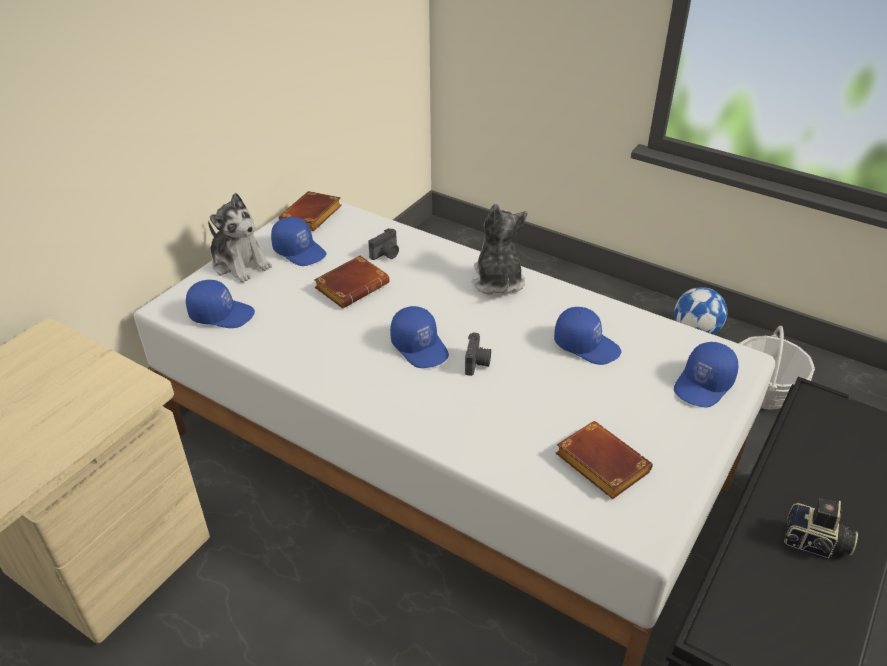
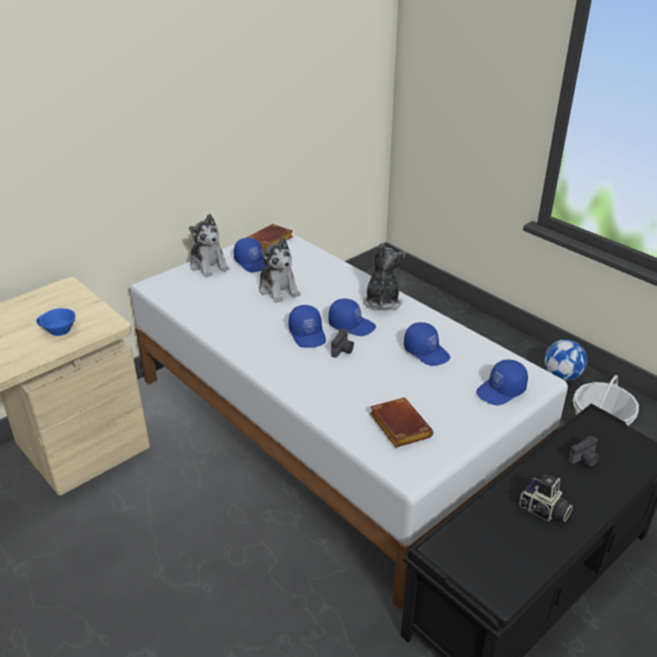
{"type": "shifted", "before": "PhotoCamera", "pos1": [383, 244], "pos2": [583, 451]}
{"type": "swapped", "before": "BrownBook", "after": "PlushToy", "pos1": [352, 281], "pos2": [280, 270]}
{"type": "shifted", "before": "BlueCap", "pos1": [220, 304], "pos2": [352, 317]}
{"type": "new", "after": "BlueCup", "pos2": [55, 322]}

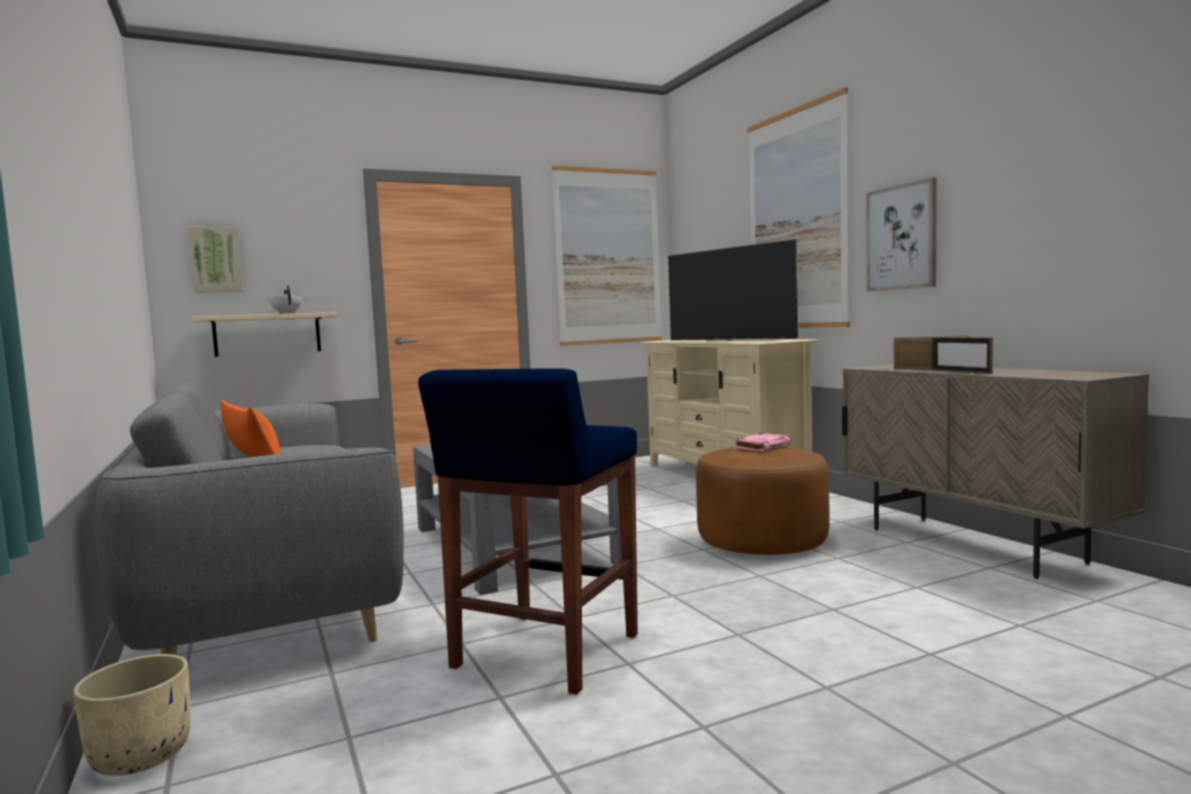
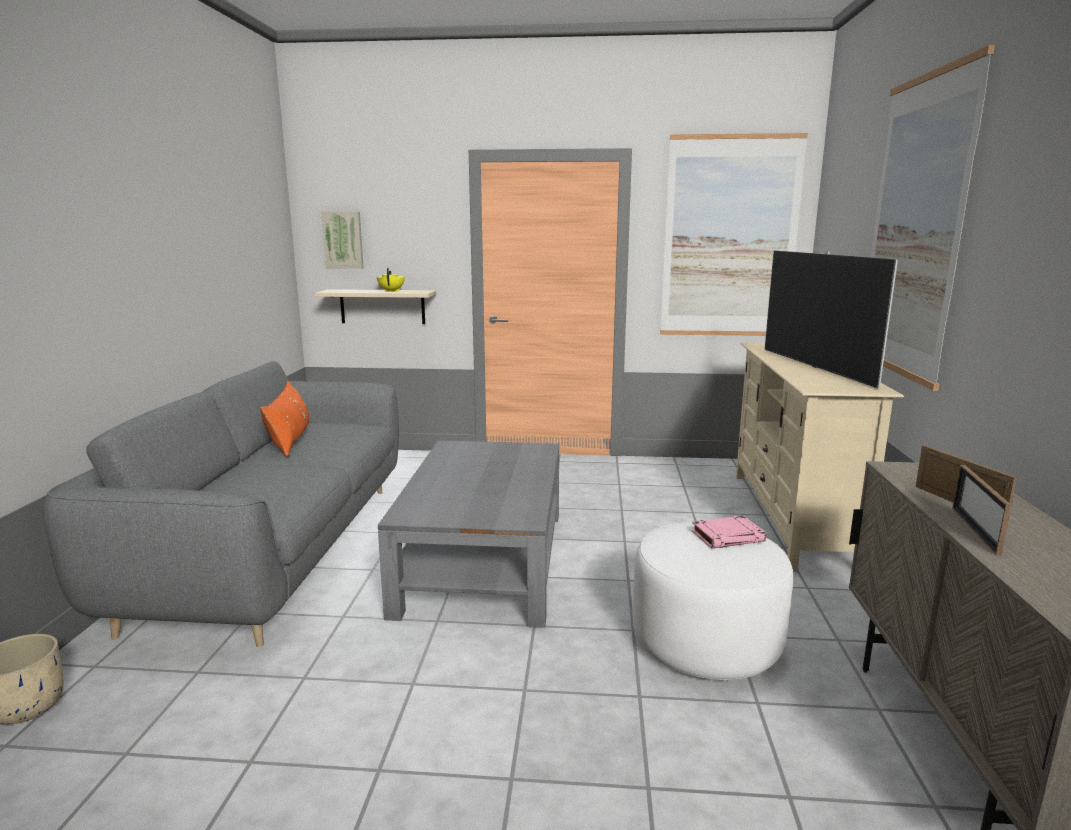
{"type": "gone", "before": "Picture", "pos1": [901, 234]}
{"type": "repainted", "before": "WhiteTeapot", "after": "YellowTeapot", "pos1": [285, 299], "pos2": [391, 280]}
{"type": "gone", "before": "BlueStool", "pos1": [528, 531]}
{"type": "repainted", "before": "BrownOttoman", "after": "WhiteOttoman", "pos1": [763, 500], "pos2": [713, 601]}

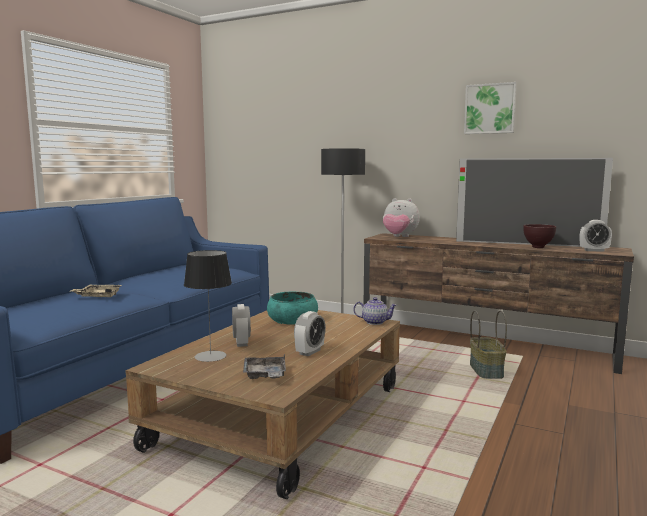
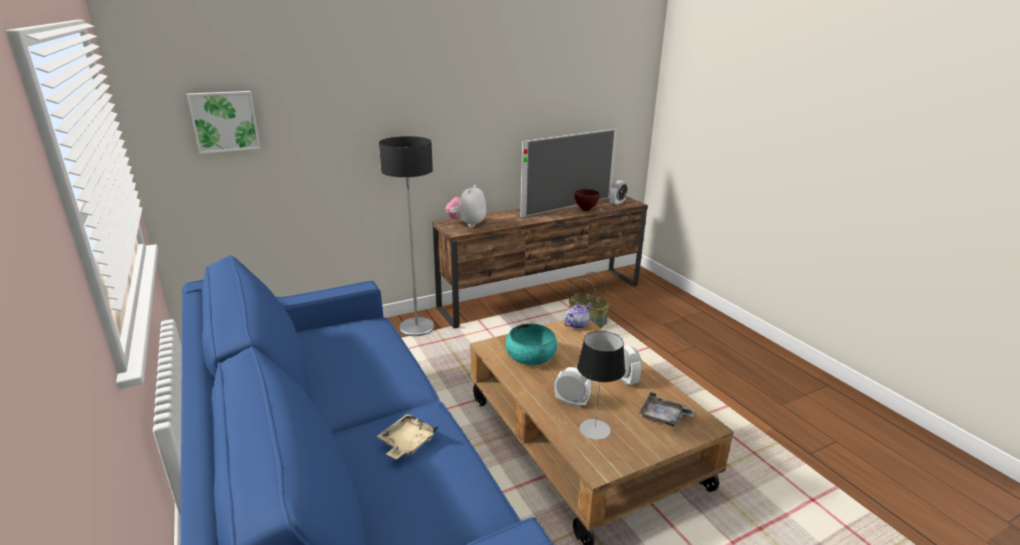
{"type": "shifted", "before": "Picture", "pos1": [490, 108], "pos2": [224, 122]}
{"type": "rotated", "before": "PlushToy", "pos1": [401, 217], "pos2": [466, 206], "turn": 135}

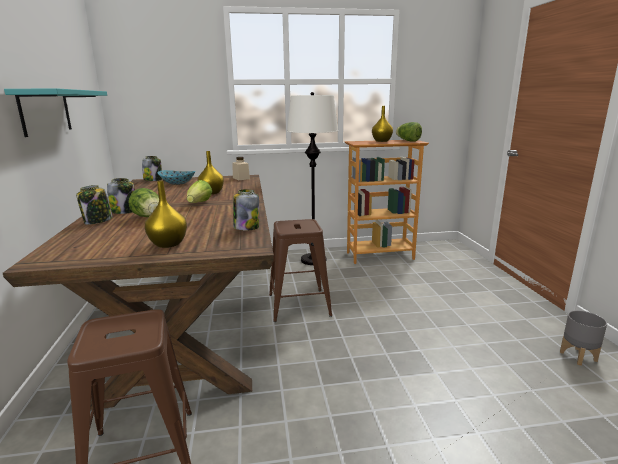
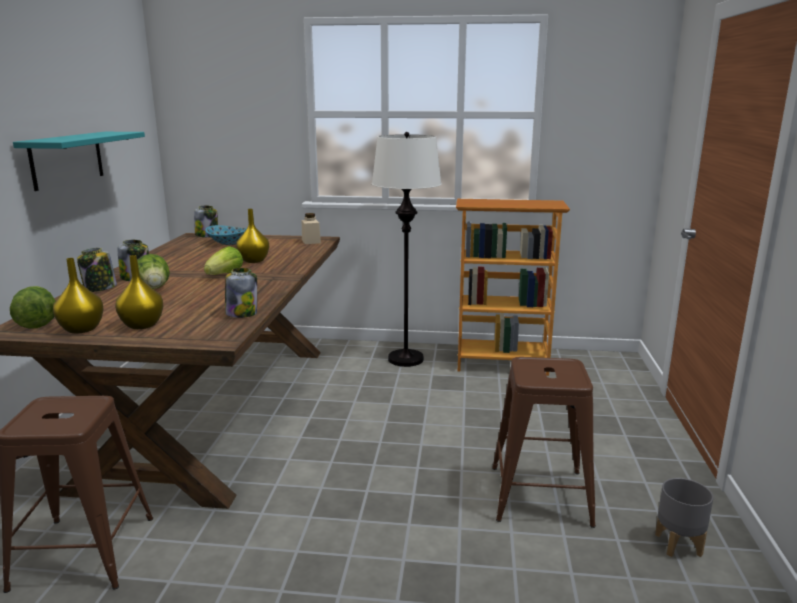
{"type": "shifted", "before": "YellowVase", "pos1": [382, 124], "pos2": [78, 295]}
{"type": "shifted", "before": "Lettuce", "pos1": [409, 131], "pos2": [32, 307]}
{"type": "shifted", "before": "BrownStool", "pos1": [300, 270], "pos2": [544, 442]}

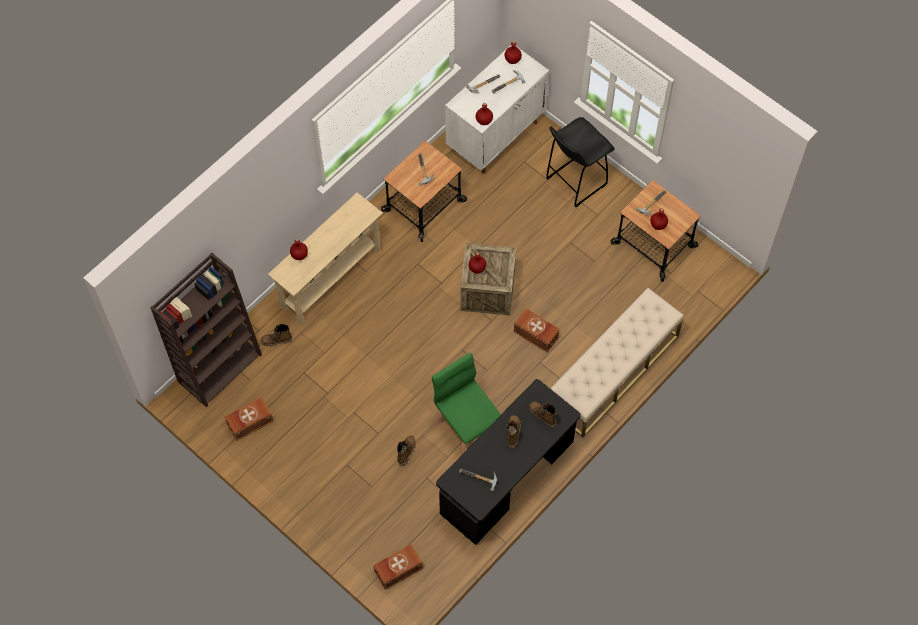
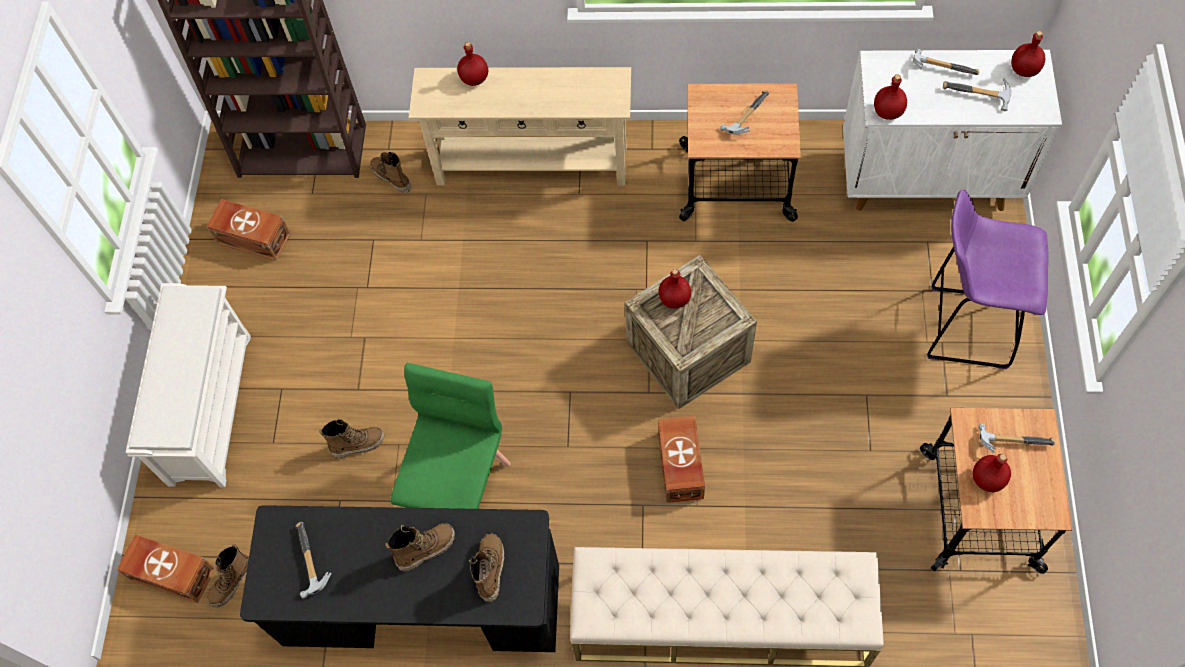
{"type": "repainted", "before": "BlackStool", "after": "PurpleStool", "pos1": [580, 162], "pos2": [988, 279]}
{"type": "new", "after": "WhiteShoeRack", "pos2": [188, 385]}
{"type": "new", "after": "Boot", "pos2": [228, 576]}

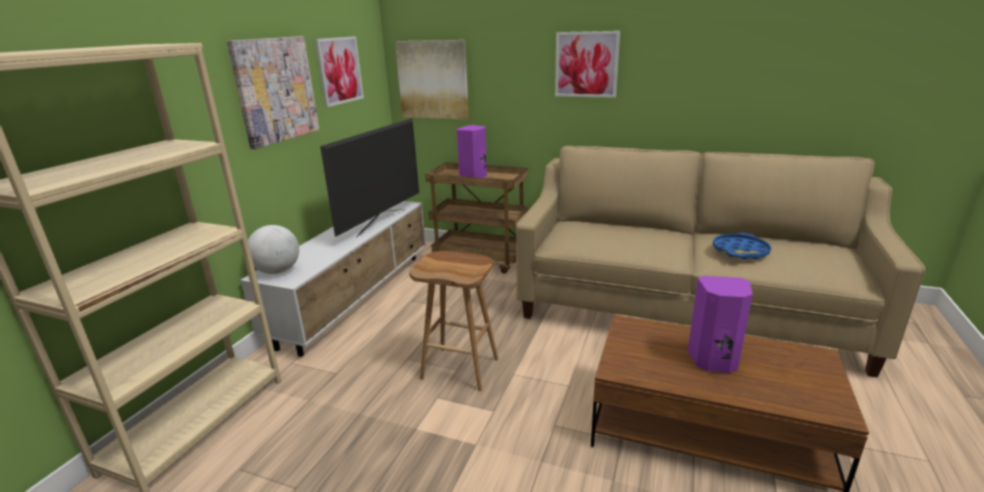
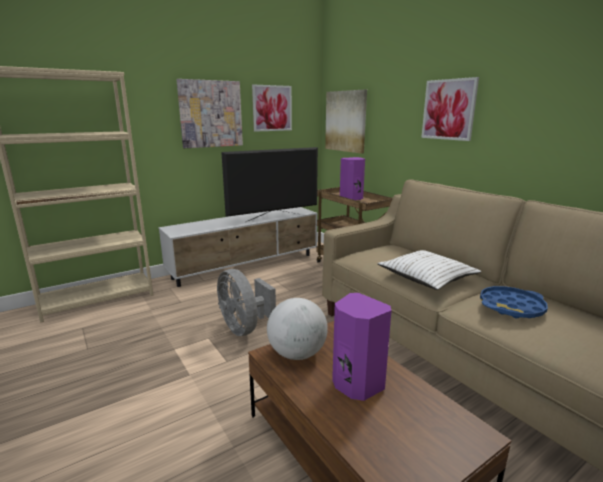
{"type": "shifted", "before": "Globe", "pos1": [273, 249], "pos2": [297, 329]}
{"type": "swapped", "before": "BrownStool", "after": "GreyFan", "pos1": [453, 321], "pos2": [246, 302]}
{"type": "new", "after": "WhitePillow", "pos2": [429, 270]}

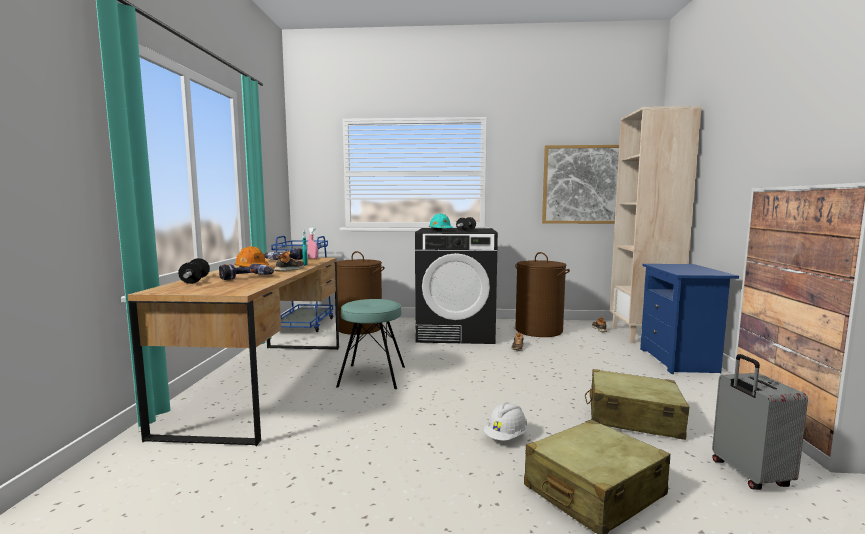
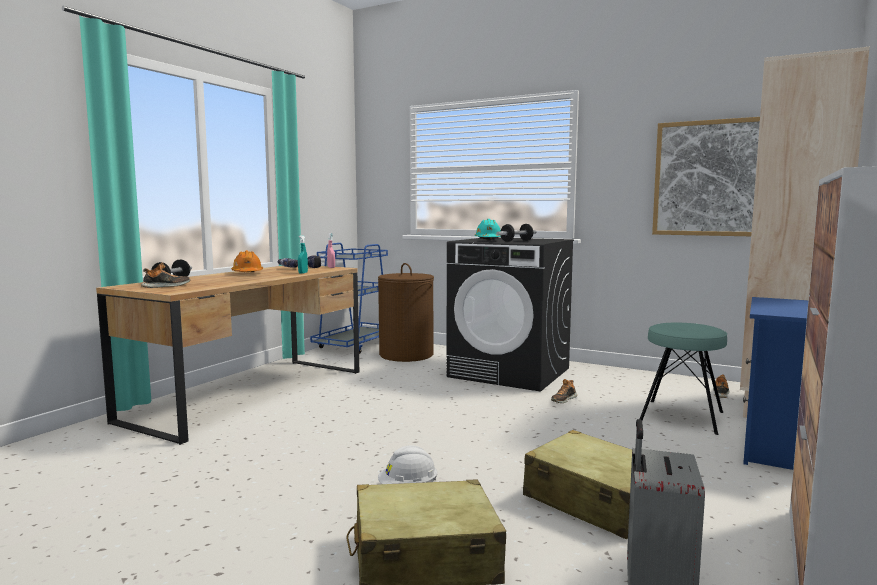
{"type": "shifted", "before": "Shoe", "pos1": [289, 260], "pos2": [165, 275]}
{"type": "gone", "before": "BrownLaundryBasket", "pos1": [542, 294]}
{"type": "gone", "before": "PowerDrill", "pos1": [246, 272]}
{"type": "shifted", "before": "TurquoiseStool", "pos1": [370, 344], "pos2": [683, 379]}

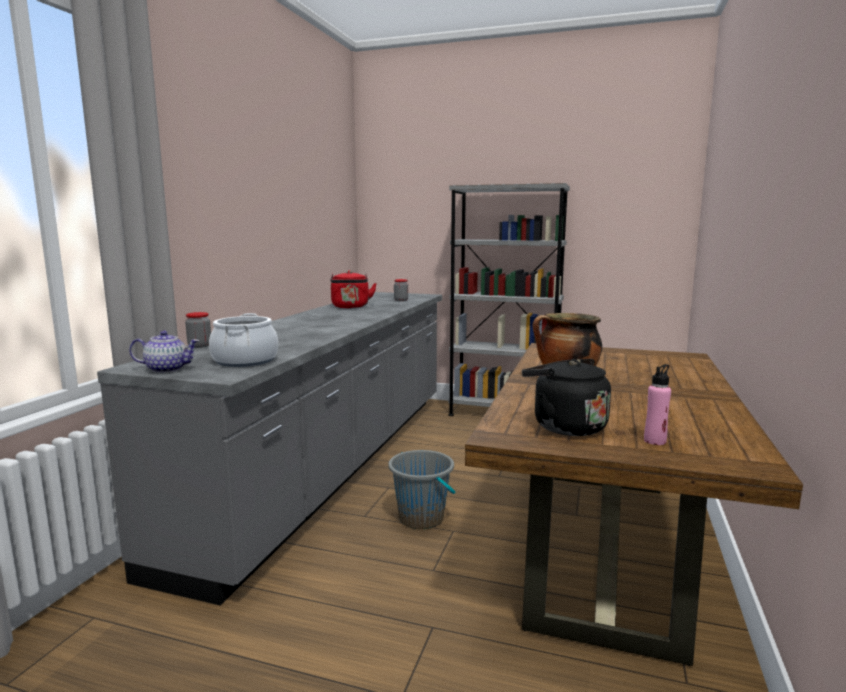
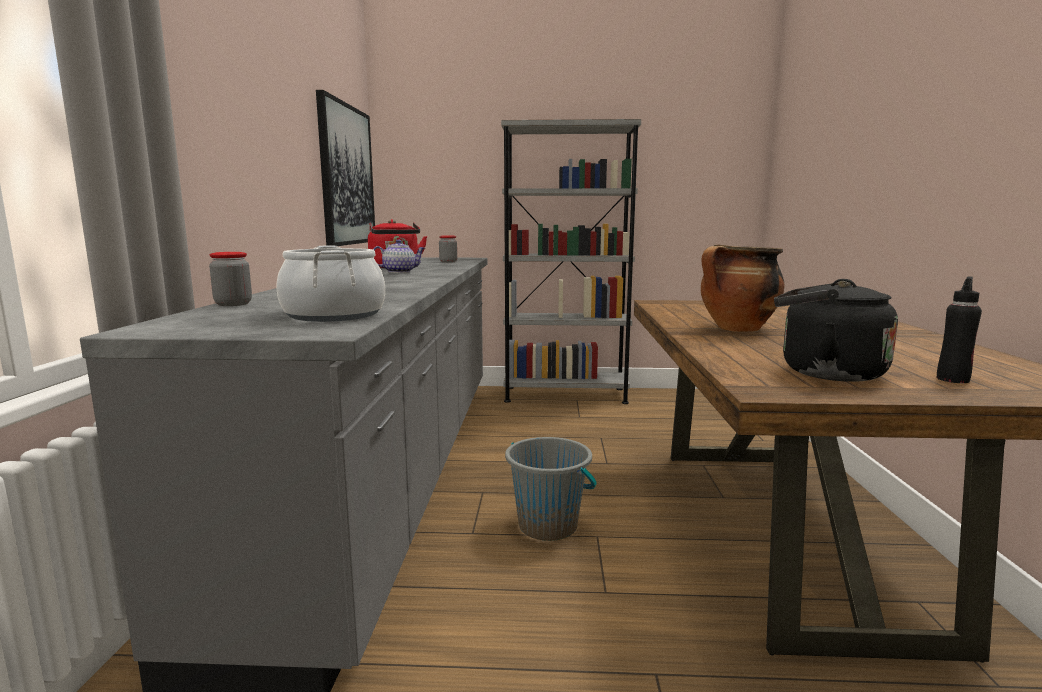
{"type": "shifted", "before": "Teapot", "pos1": [164, 352], "pos2": [399, 256]}
{"type": "repainted", "before": "PinkBottle", "after": "BlackBottle", "pos1": [657, 404], "pos2": [959, 329]}
{"type": "new", "after": "Picture", "pos2": [345, 168]}

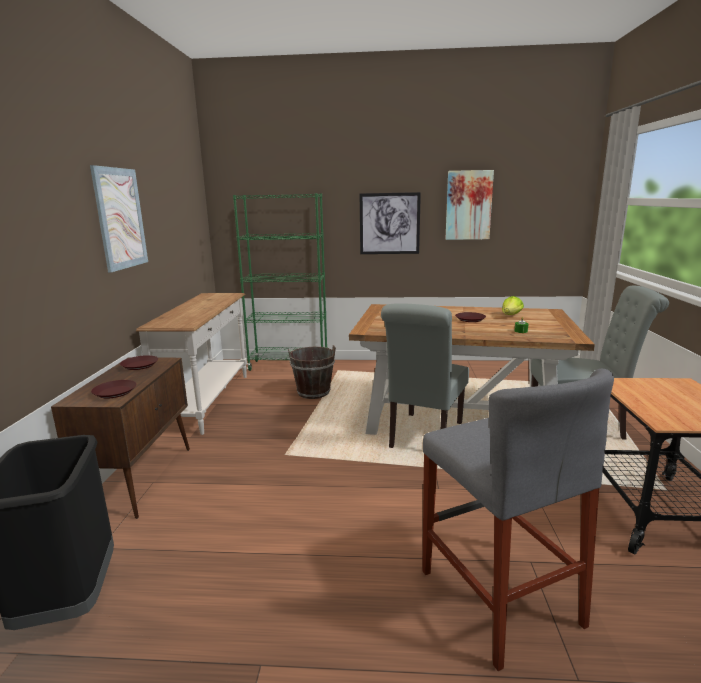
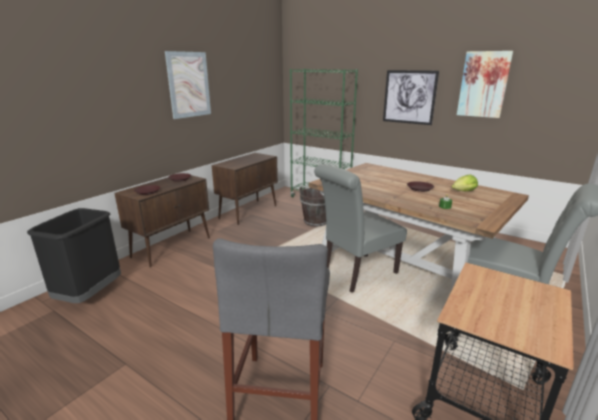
{"type": "swapped", "before": "WhiteConsoleTable", "after": "BrownCabinet", "pos1": [191, 364], "pos2": [245, 189]}

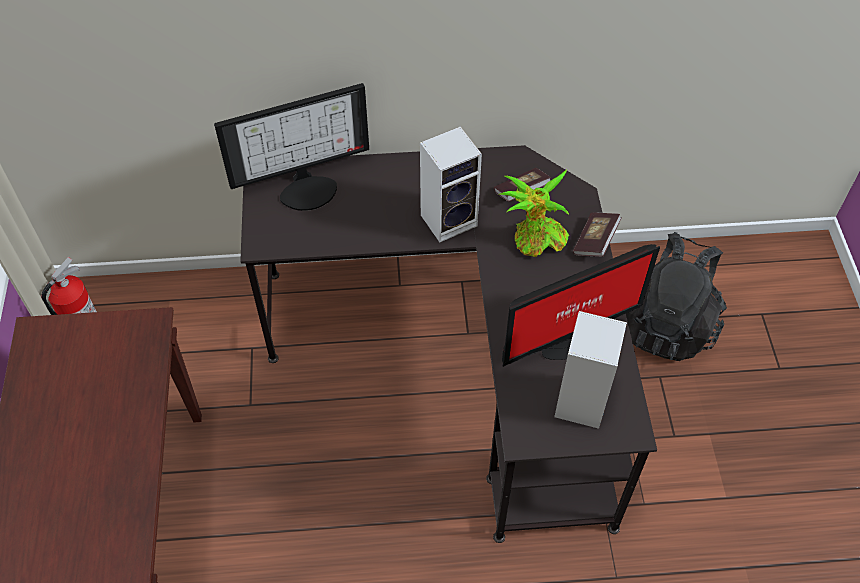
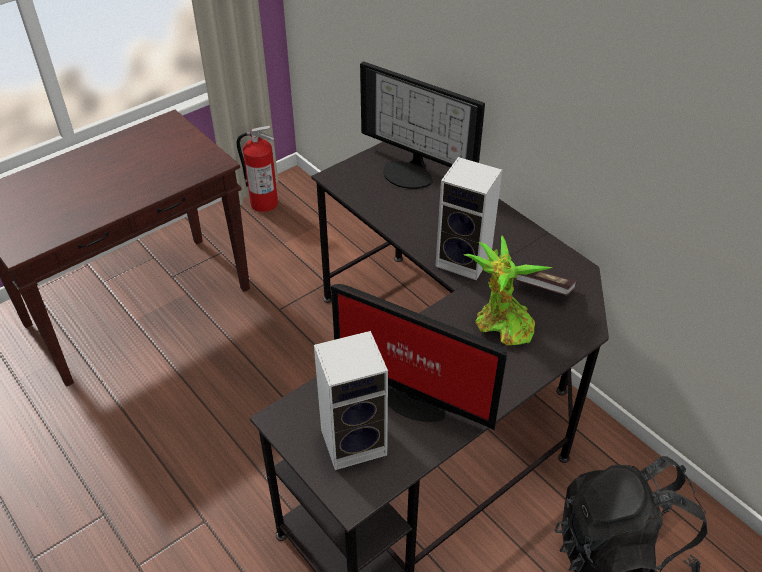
{"type": "gone", "before": "Book", "pos1": [597, 234]}

